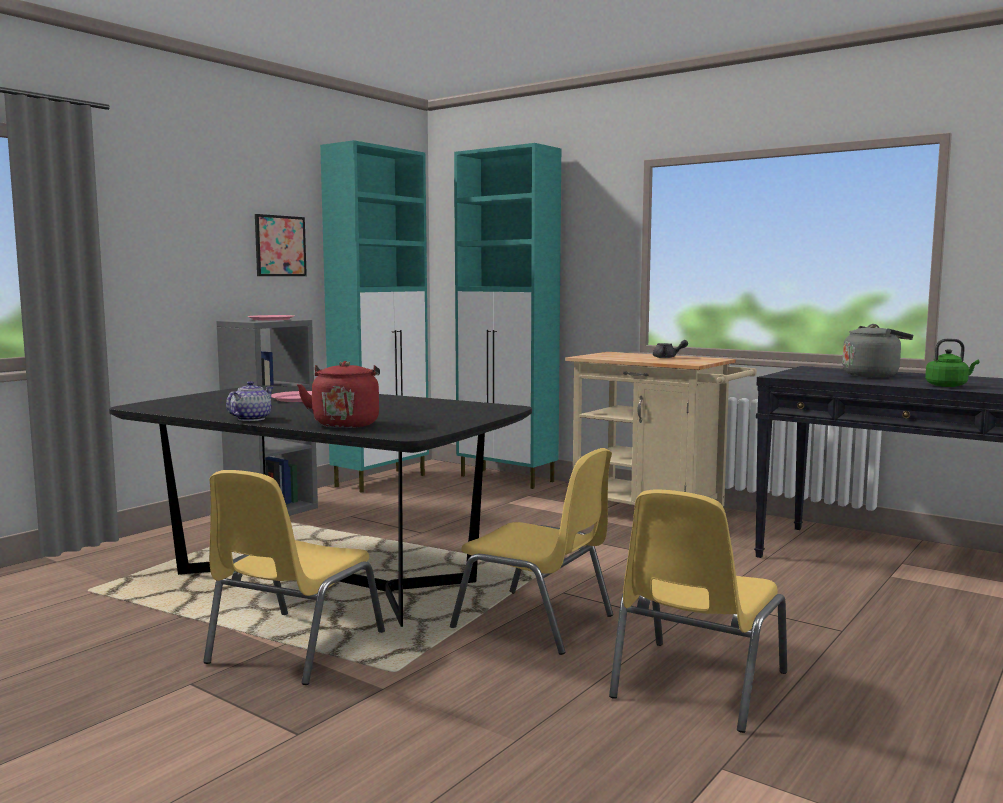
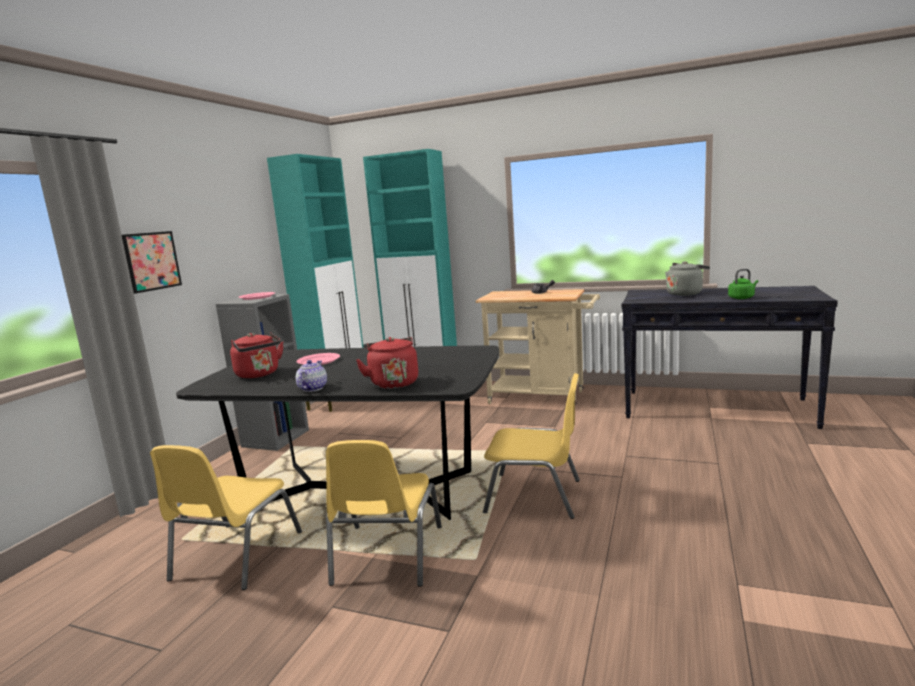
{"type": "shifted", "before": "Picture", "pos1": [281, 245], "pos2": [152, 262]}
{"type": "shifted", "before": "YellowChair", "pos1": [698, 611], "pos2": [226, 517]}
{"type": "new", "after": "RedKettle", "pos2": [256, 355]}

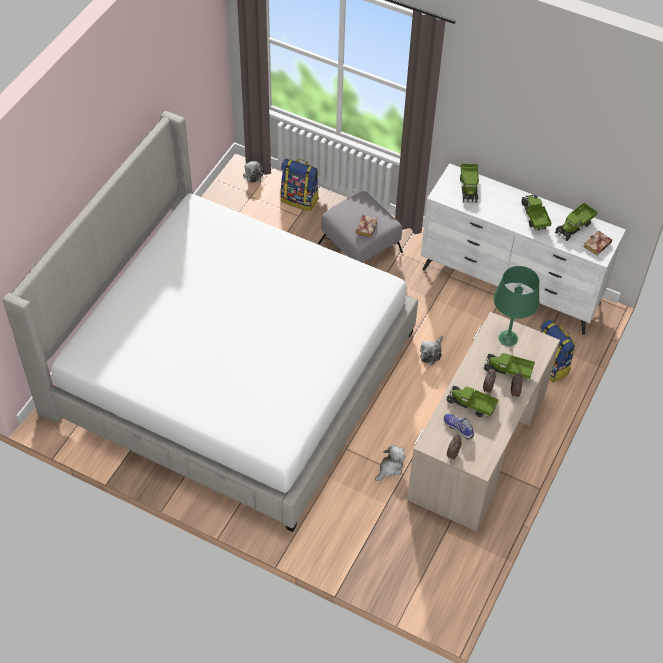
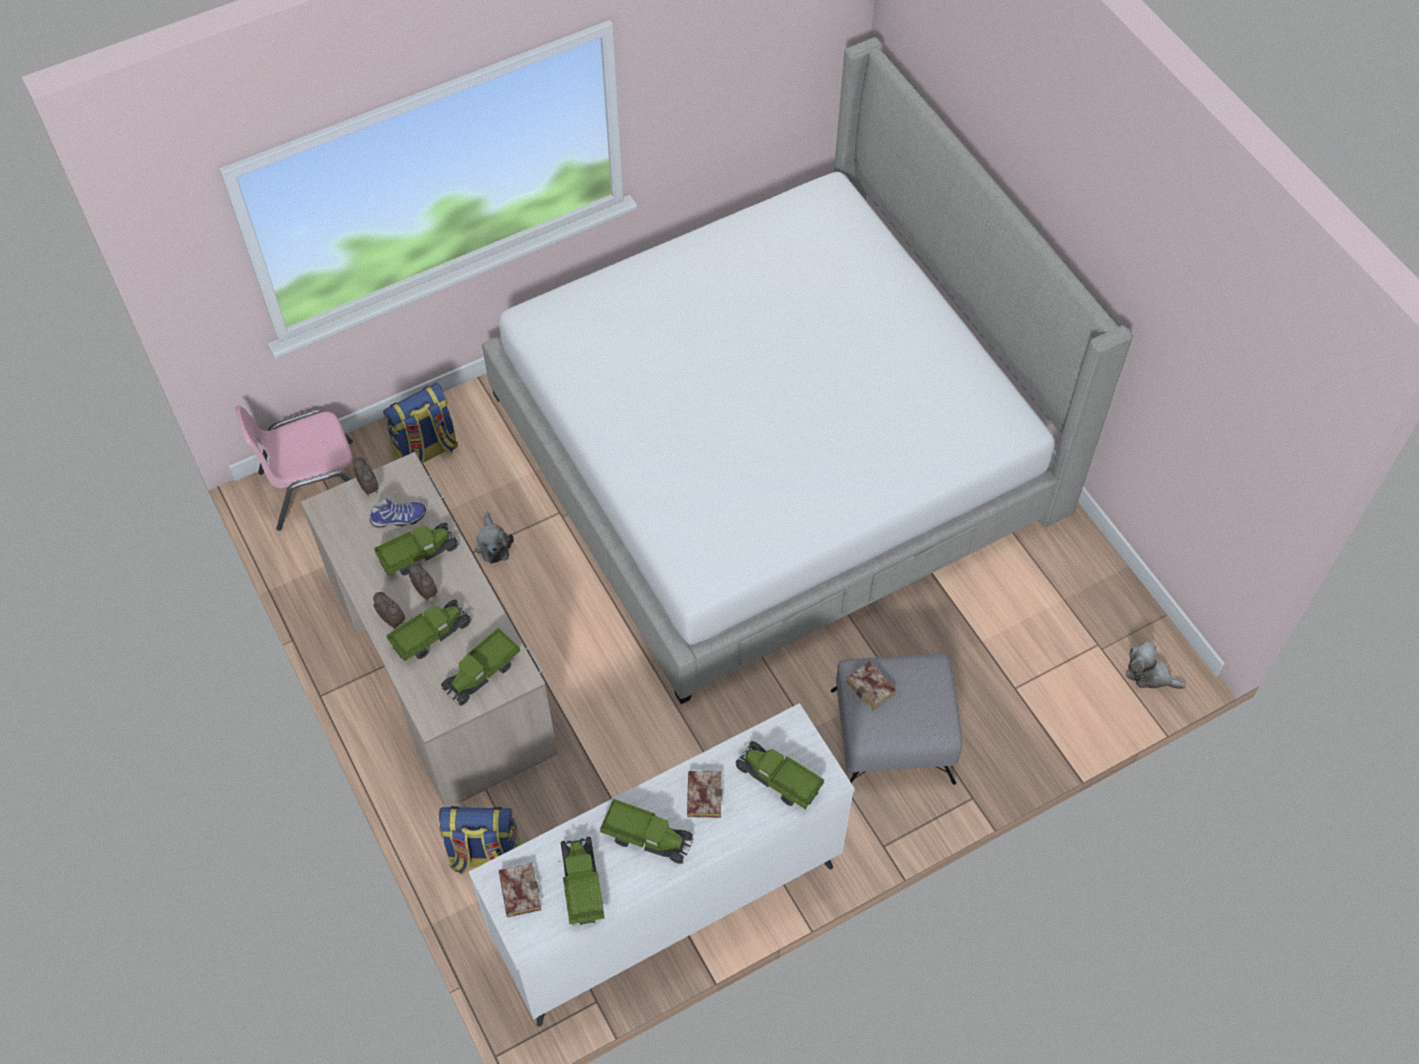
{"type": "shifted", "before": "Backpack", "pos1": [300, 185], "pos2": [420, 424]}
{"type": "swapped", "before": "GreenTableLamp", "after": "ToyTruck", "pos1": [516, 306], "pos2": [480, 667]}
{"type": "gone", "before": "PlushToy", "pos1": [431, 350]}
{"type": "new", "after": "PinkChair", "pos2": [294, 468]}
{"type": "new", "after": "Book", "pos2": [704, 794]}

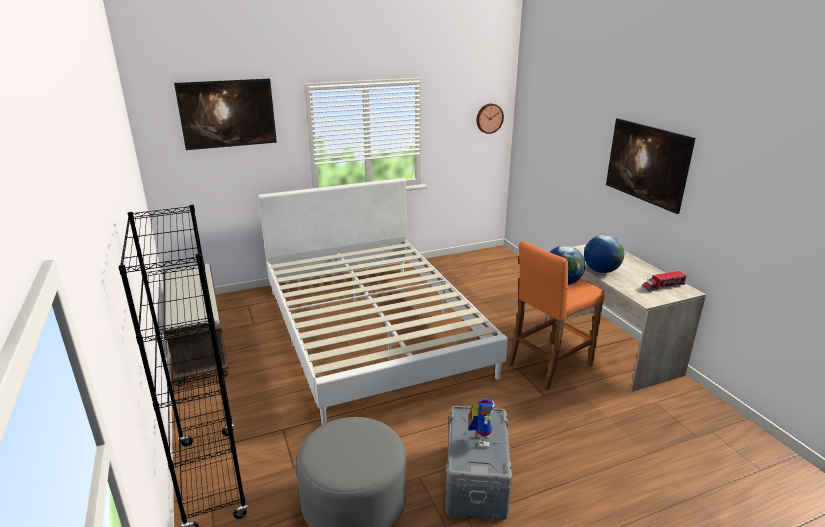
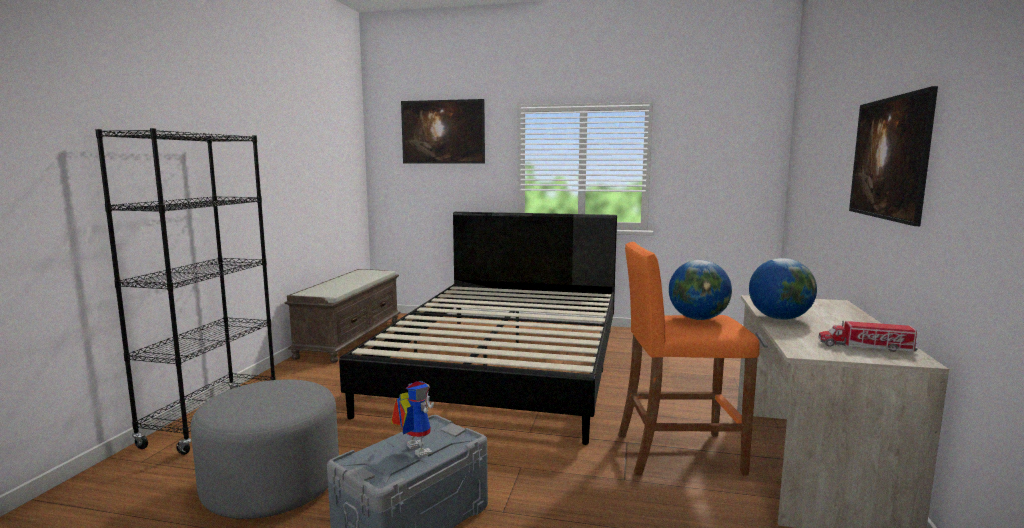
{"type": "gone", "before": "WallClock", "pos1": [490, 119]}
{"type": "repainted", "before": "WhiteBed", "after": "BlackBed", "pos1": [383, 301], "pos2": [478, 328]}
{"type": "rotated", "before": "ToyRobot", "pos1": [481, 423], "pos2": [412, 419], "turn": -75}

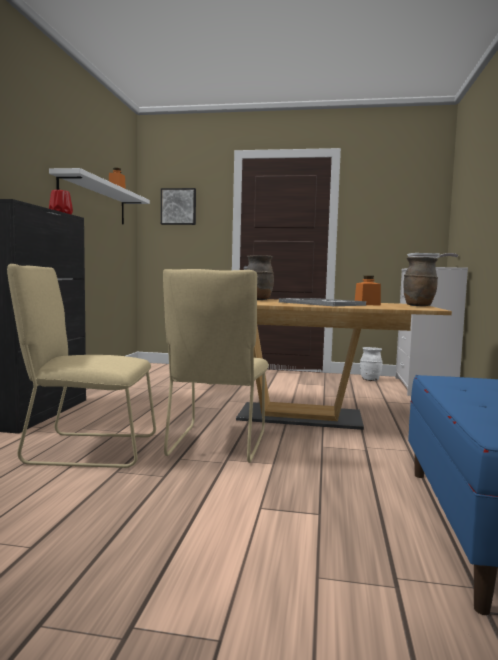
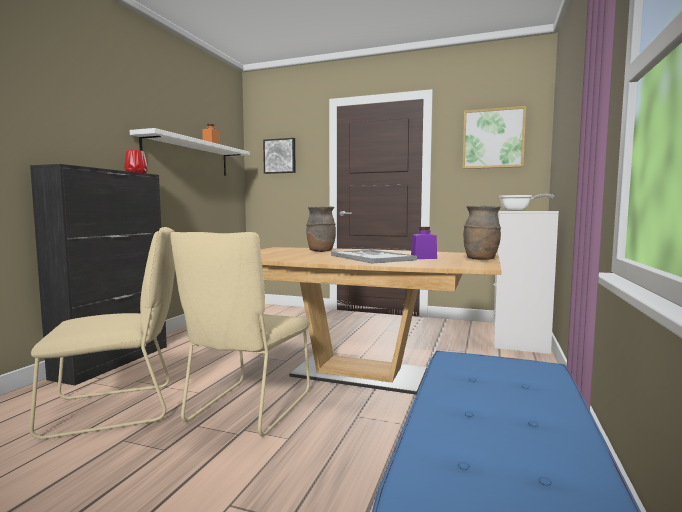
{"type": "rotated", "before": "BeigeChair", "pos1": [81, 366], "pos2": [102, 333], "turn": 150}
{"type": "repainted", "before": "OrangeJar", "after": "PurpleJar", "pos1": [368, 290], "pos2": [424, 243]}
{"type": "gone", "before": "WhiteVase", "pos1": [371, 364]}
{"type": "new", "after": "Picture", "pos2": [494, 137]}

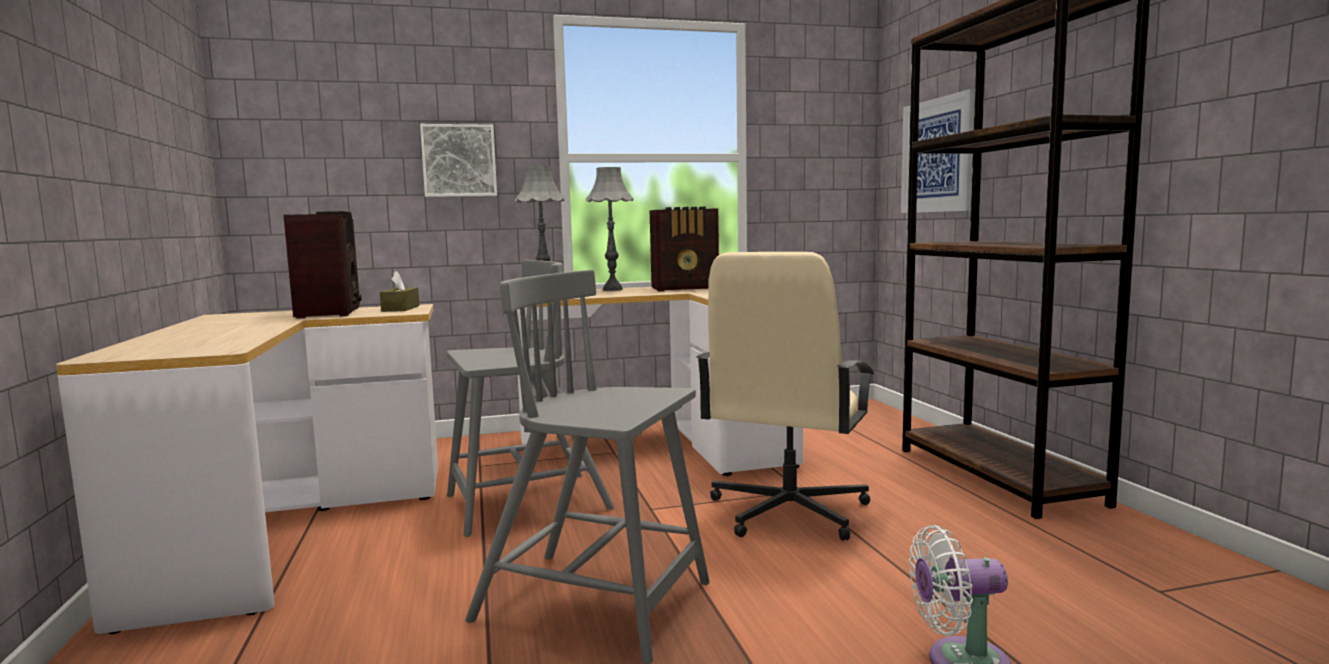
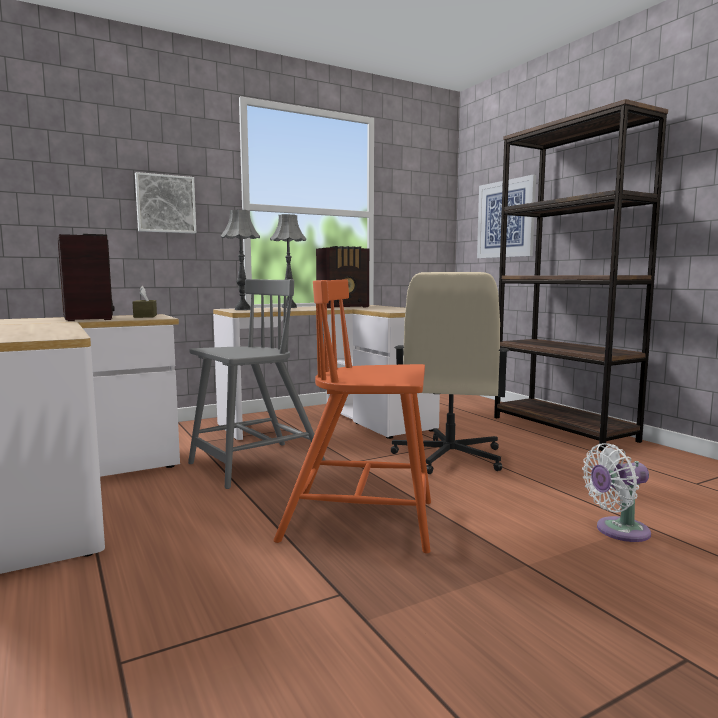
{"type": "repainted", "before": "GreyChair", "after": "OrangeChair", "pos1": [587, 467], "pos2": [352, 416]}

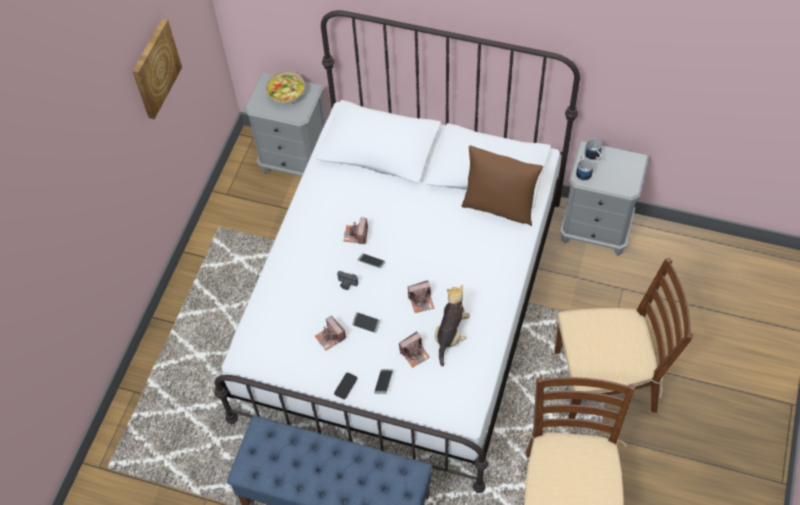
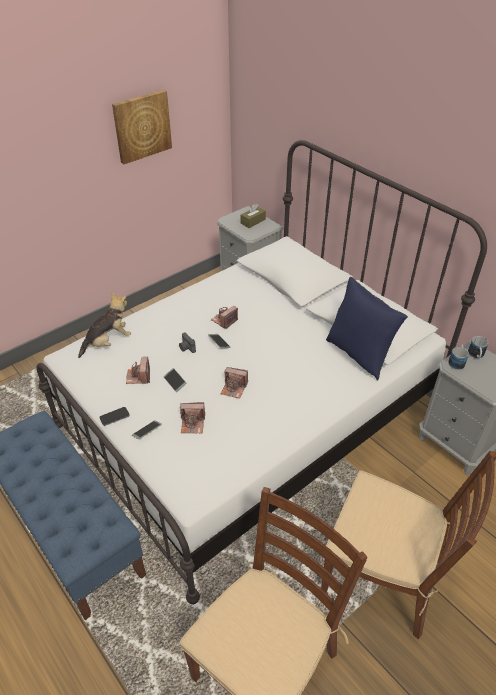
{"type": "swapped", "before": "Bowl", "after": "BrownTissueBox", "pos1": [285, 87], "pos2": [253, 216]}
{"type": "repainted", "before": "BrownPillow", "after": "BluePillow", "pos1": [502, 186], "pos2": [367, 329]}
{"type": "shifted", "before": "PlushToy", "pos1": [452, 325], "pos2": [104, 325]}

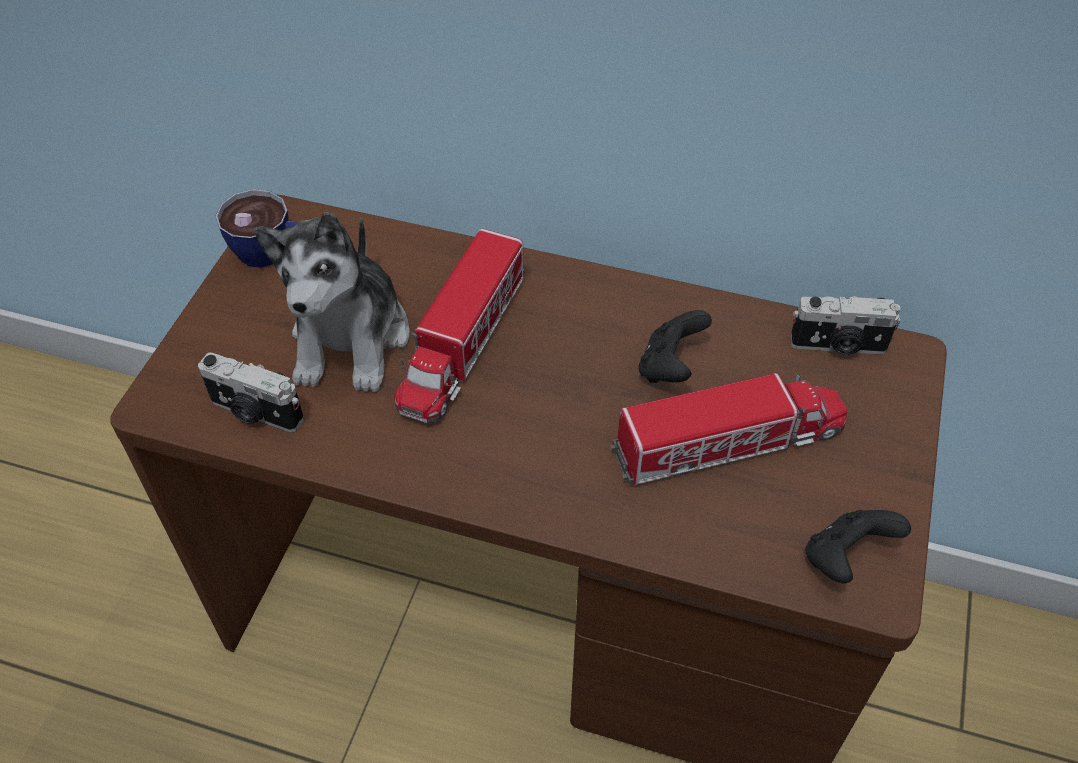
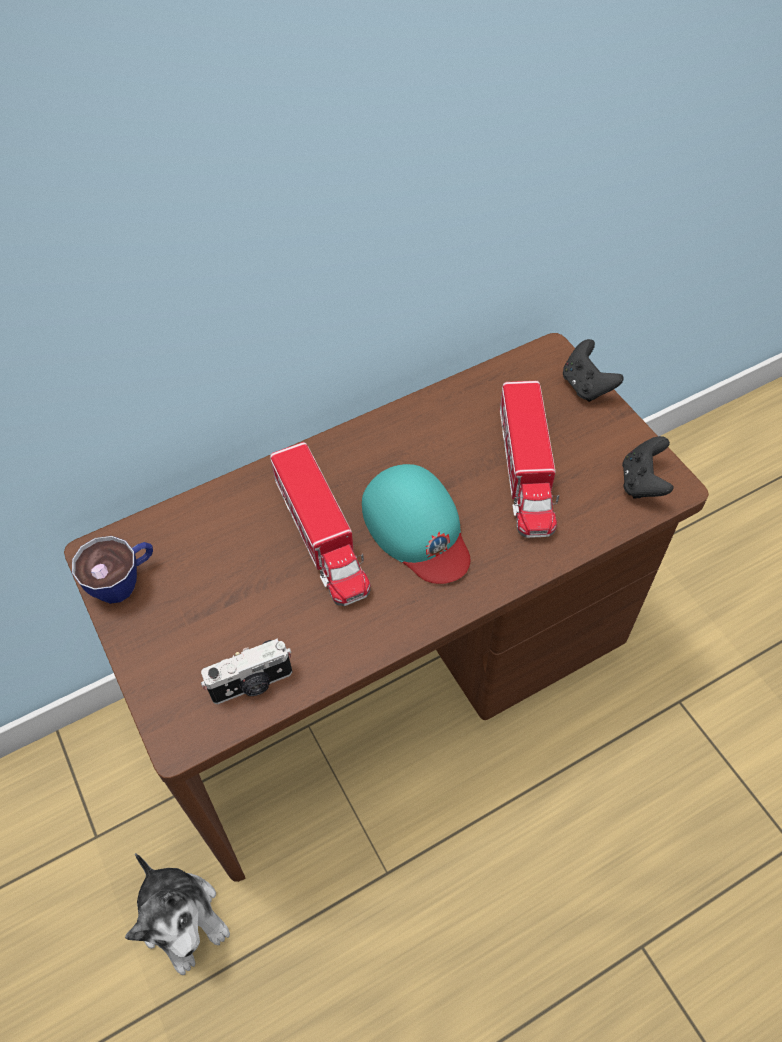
{"type": "shifted", "before": "PlushToy", "pos1": [331, 302], "pos2": [177, 914]}
{"type": "gone", "before": "PhotoCamera", "pos1": [845, 325]}
{"type": "shifted", "before": "BlackGameController", "pos1": [675, 346], "pos2": [593, 370]}
{"type": "rotated", "before": "ToyTruck", "pos1": [729, 429], "pos2": [529, 459], "turn": 150}
{"type": "new", "after": "TurquoiseCap", "pos2": [416, 524]}

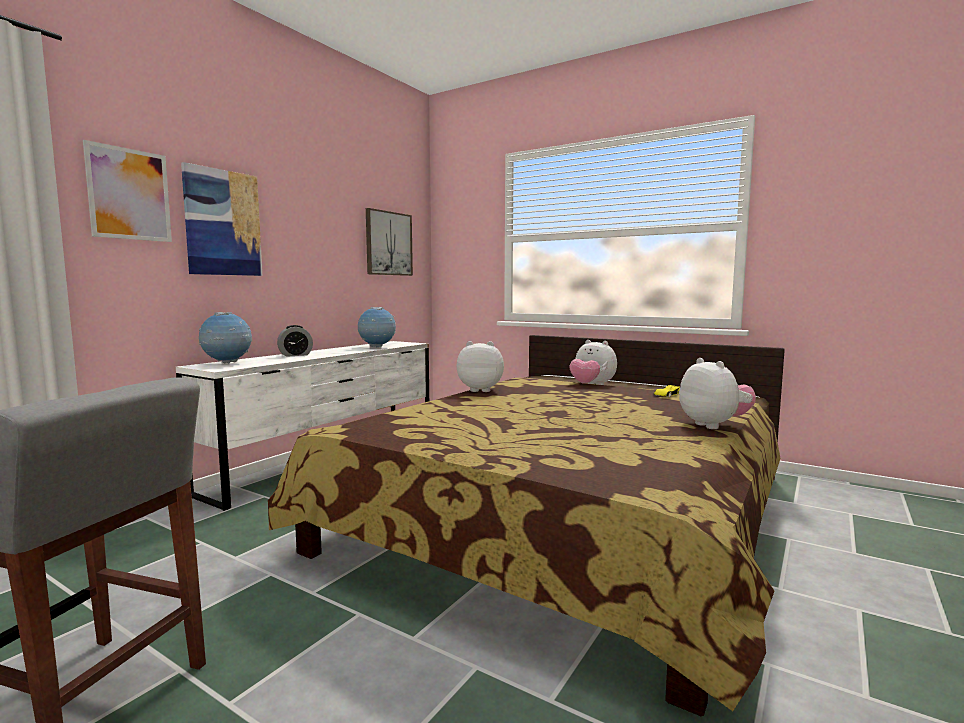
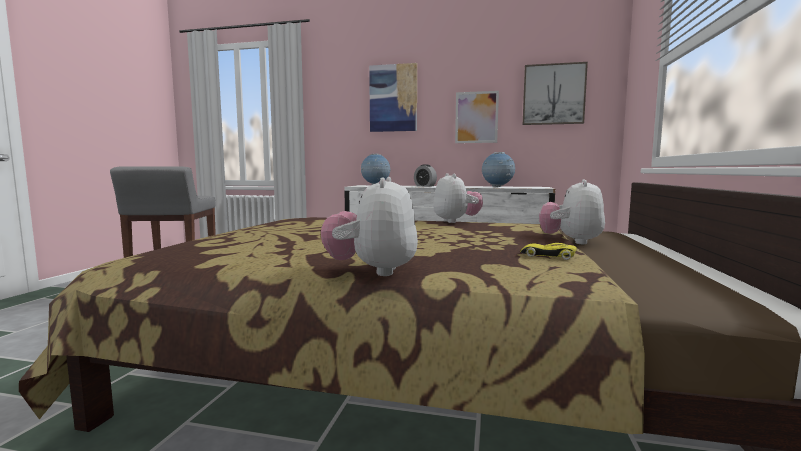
{"type": "shifted", "before": "Picture", "pos1": [127, 191], "pos2": [477, 117]}
{"type": "rotated", "before": "PlushToy", "pos1": [717, 393], "pos2": [369, 226], "turn": 135}

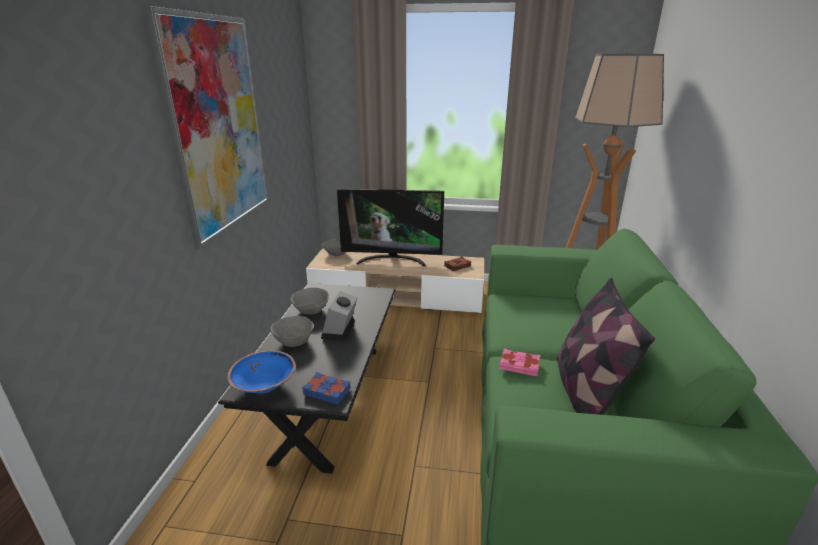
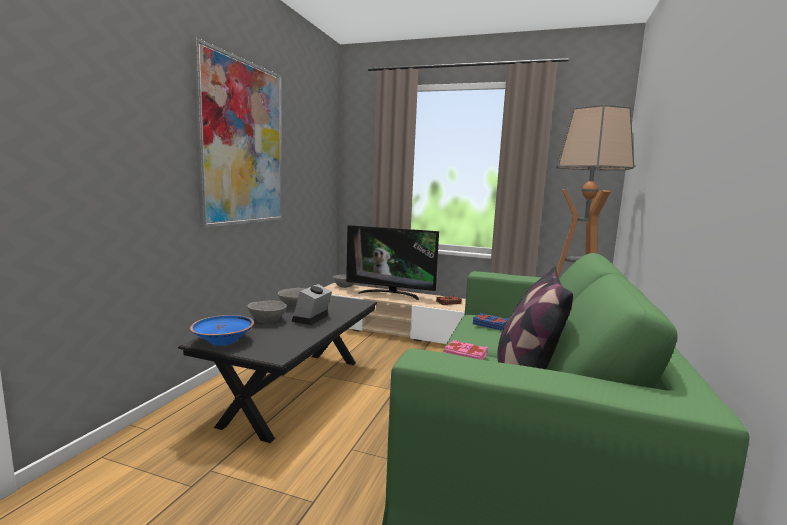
{"type": "shifted", "before": "BlueBook", "pos1": [326, 388], "pos2": [490, 322]}

